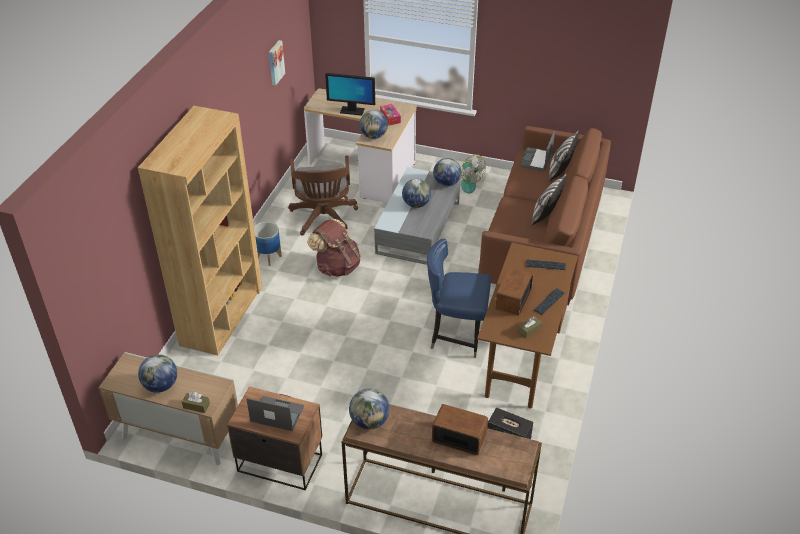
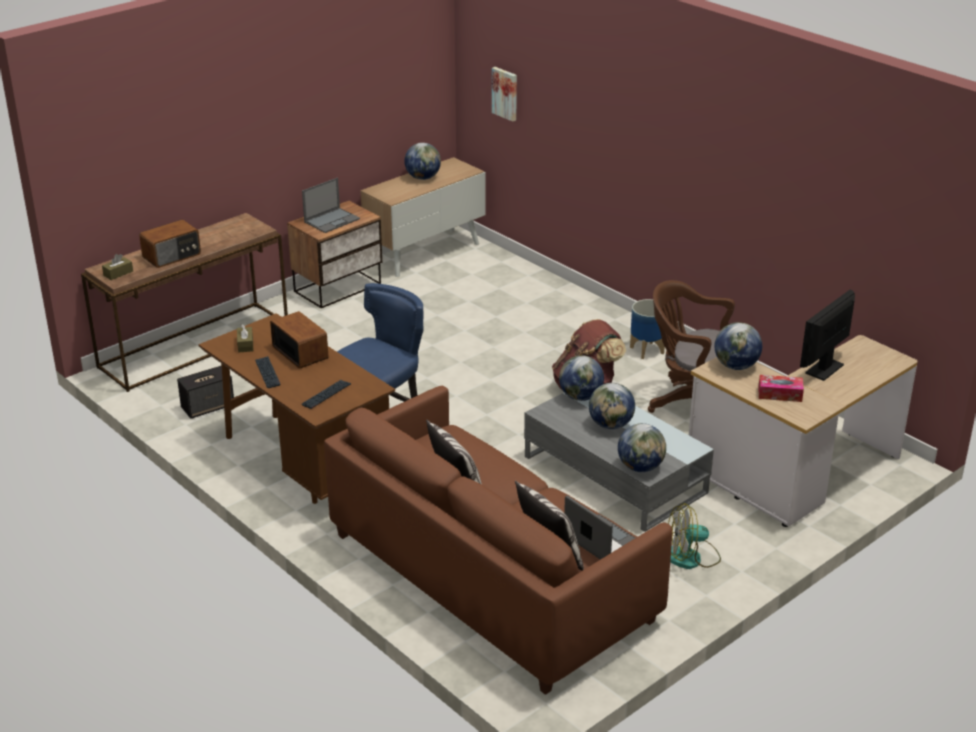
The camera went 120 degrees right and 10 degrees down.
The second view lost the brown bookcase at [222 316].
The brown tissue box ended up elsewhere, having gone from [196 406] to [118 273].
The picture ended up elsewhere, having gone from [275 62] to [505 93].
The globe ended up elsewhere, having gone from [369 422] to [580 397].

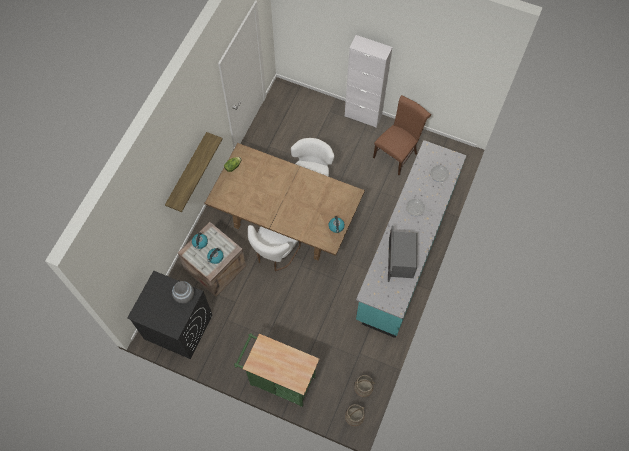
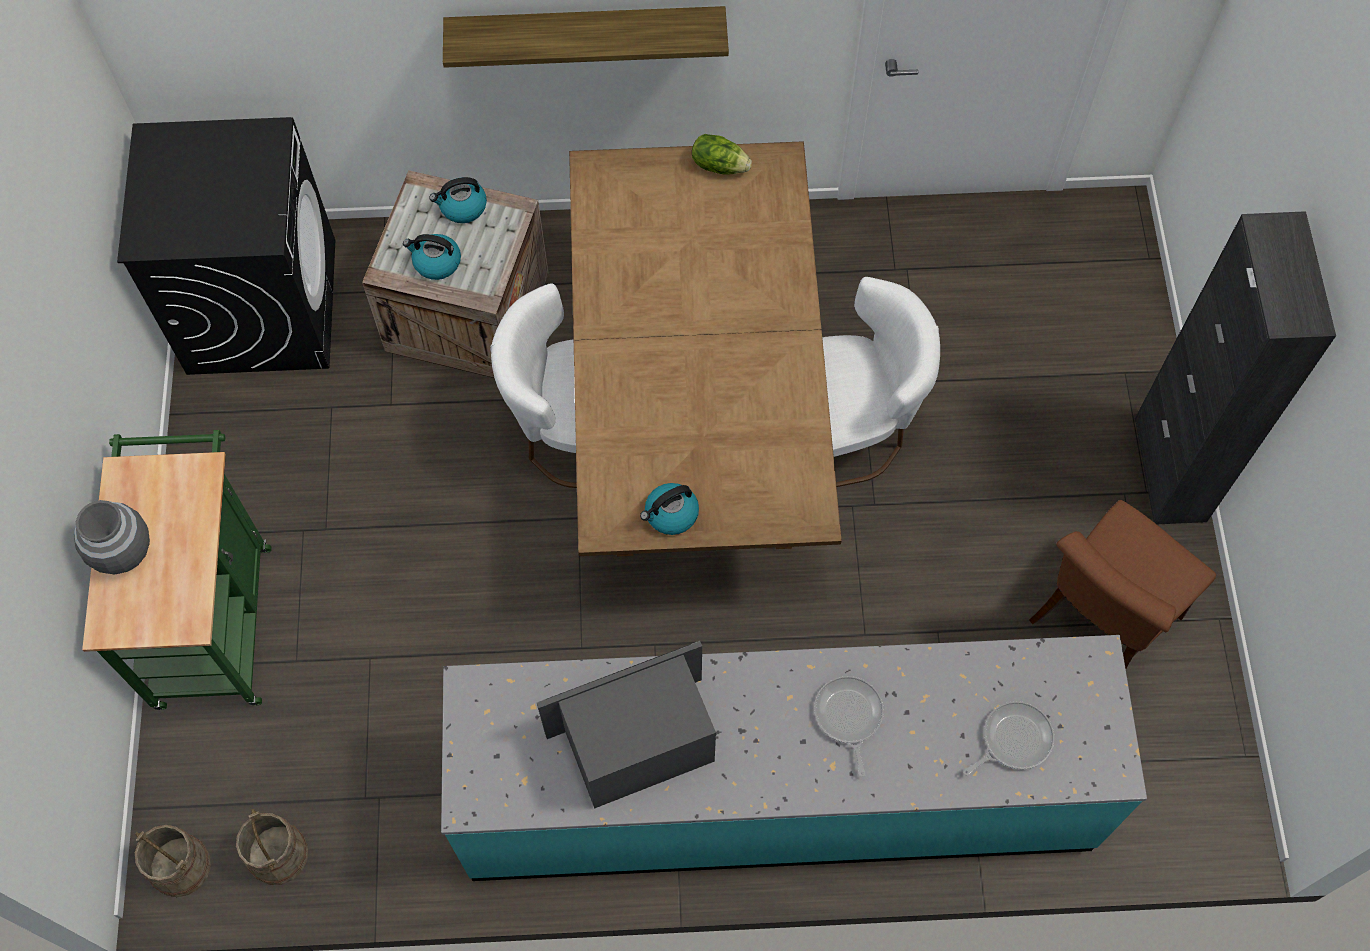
The camera went 65 degrees right and 0 degrees up.
The grey vase ended up elsewhere, having gone from [184 296] to [123 552].
What was the white cabinet at [363 116] turned into the black cabinet at [1170 469].
The brown chair at [397 154] ended up facing another way, 120 degrees clockwise from before.

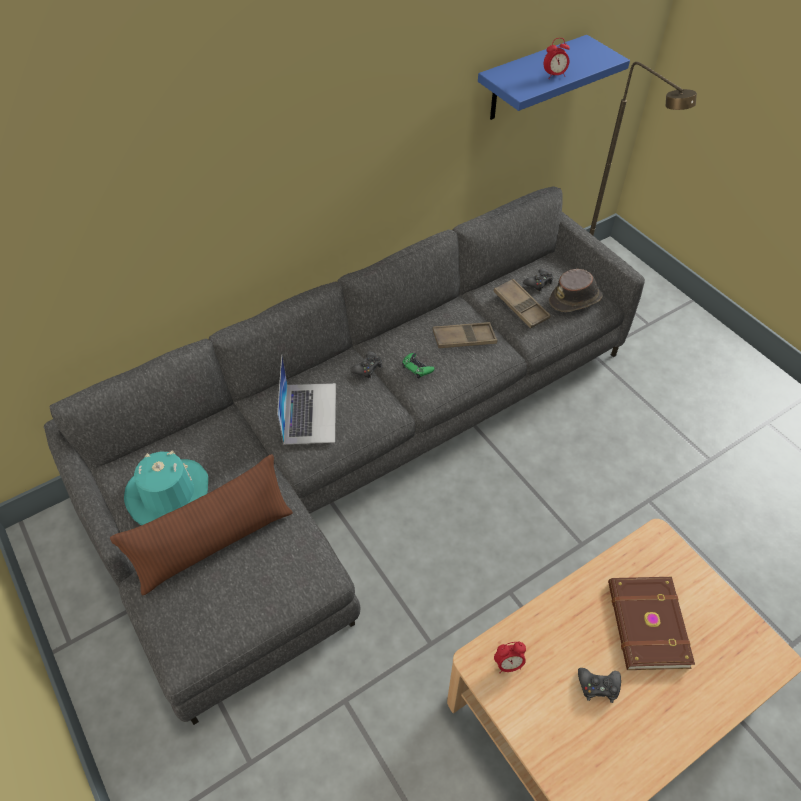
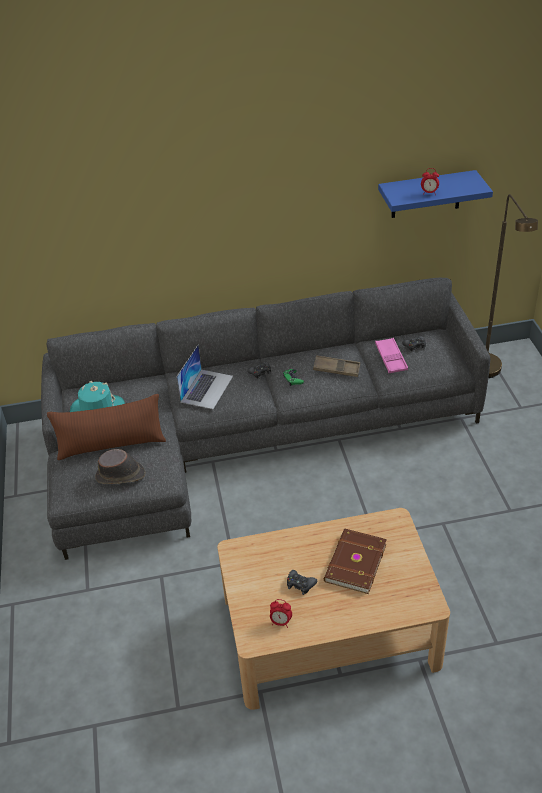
The camera went 25 degrees right and 10 degrees down.
The alarm clock ended up elsewhere, having gone from [508 664] to [281 622].
The brown hat ended up elsewhere, having gone from [576 299] to [121 475].
What was the brown tray at [521 307] turned into the pink tray at [391 358].

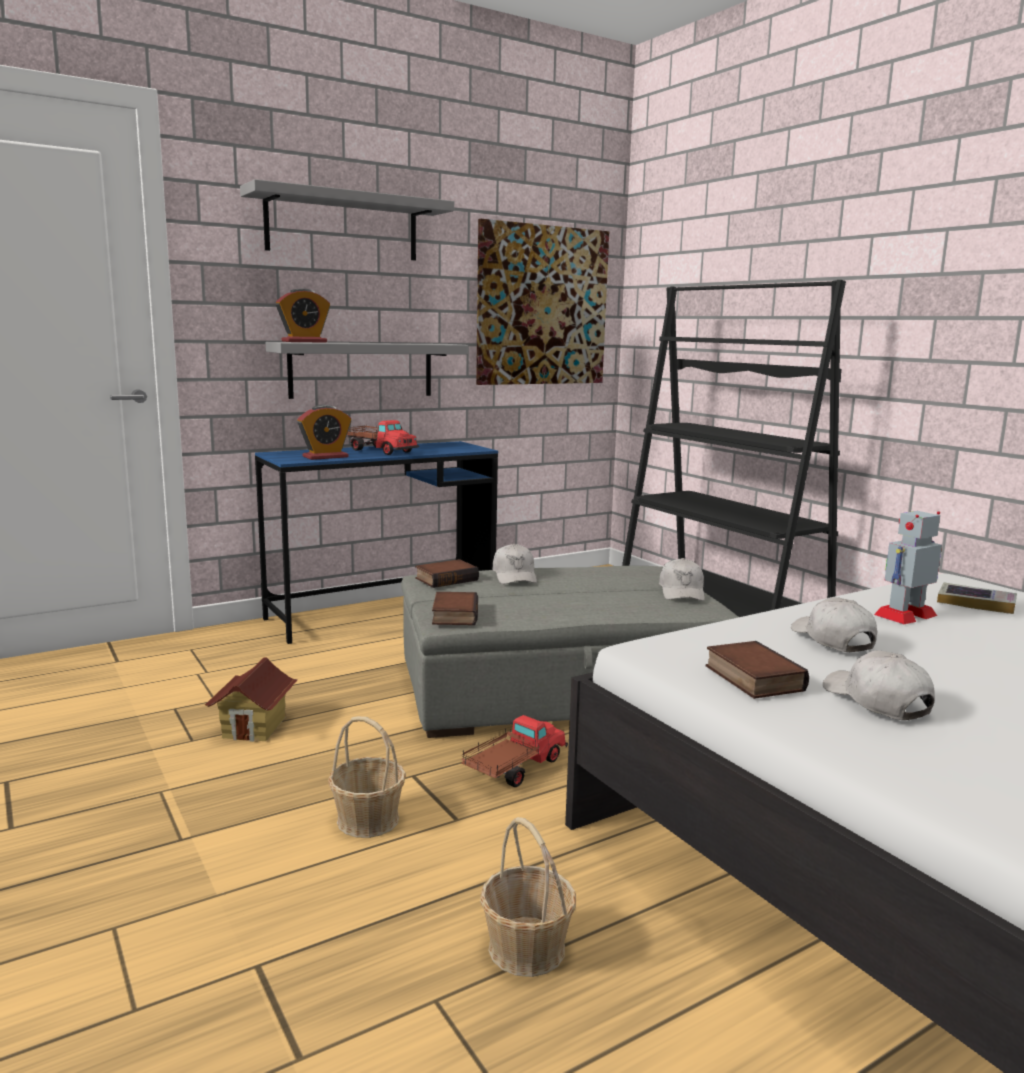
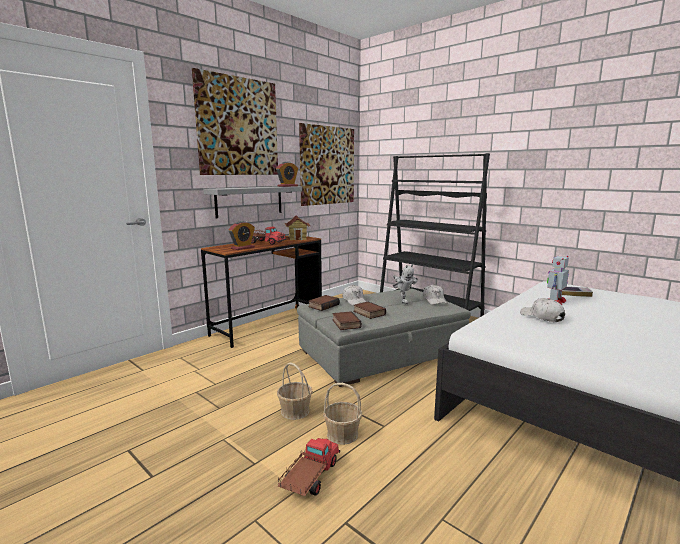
The camera went 15 degrees left and 0 degrees up.
The second view lost the white cap at [876 701].
The second view gained the toy robot at [403 301].
The toy house ended up elsewhere, having gone from [255 728] to [297 238].
The alarm clock ended up elsewhere, having gone from [304 342] to [287 186].
The toy truck ended up elsewhere, having gone from [514 768] to [310 477].
The basket ended up elsewhere, having gone from [526 949] to [295 411].
The book ended up elsewhere, having gone from [751 678] to [368 313].
Where the grey shelf hung at [342 226], the picture came to hang at [238 127].
What was the blue desk at [382 613] turned into the brown desk at [268 325].

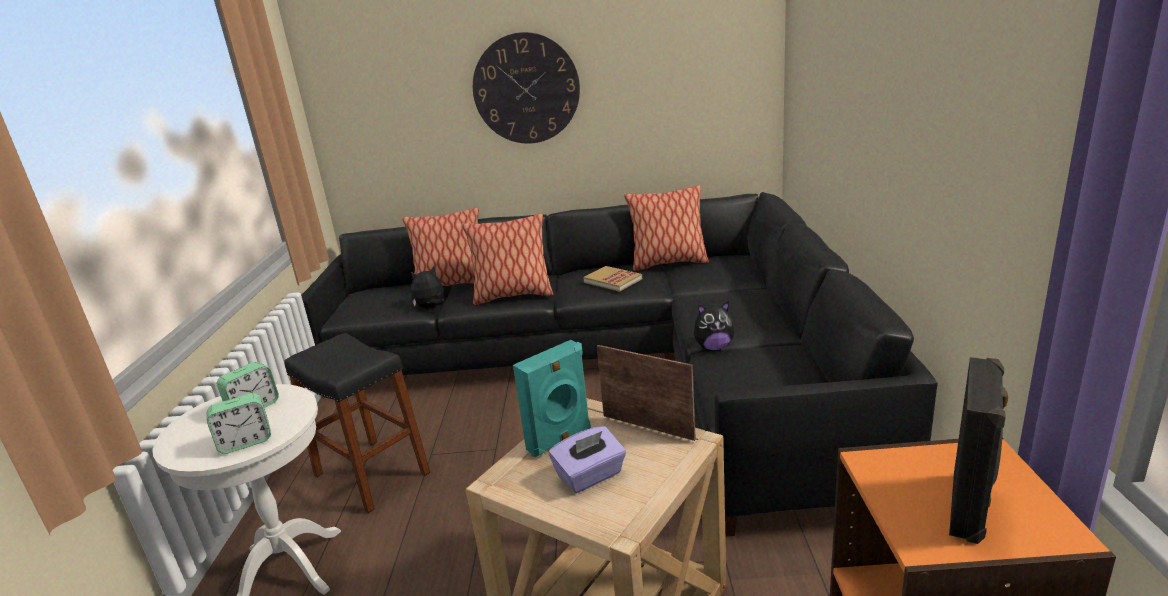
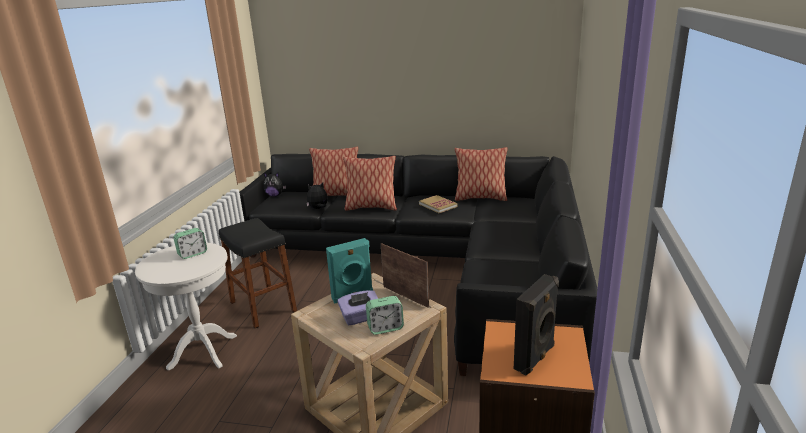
The camera went 10 degrees right and 0 degrees up.
The second view lost the wall clock at [526 89].
The alarm clock ended up elsewhere, having gone from [245 442] to [385 328].
The plush toy ended up elsewhere, having gone from [713 347] to [275 195].

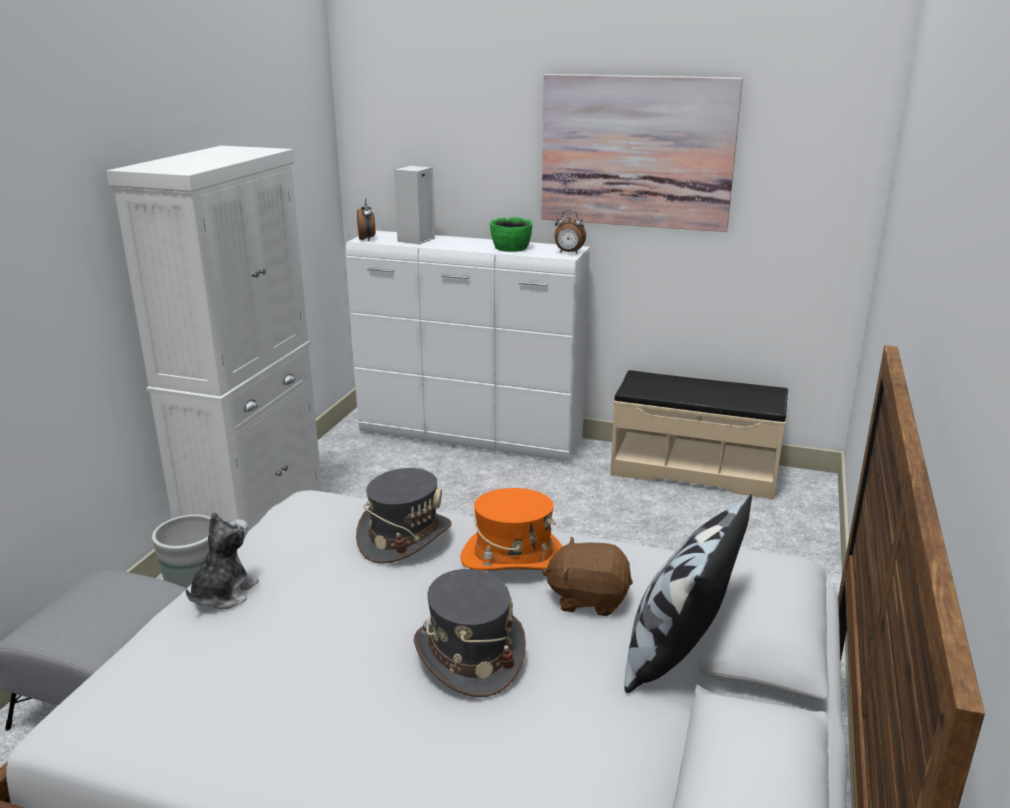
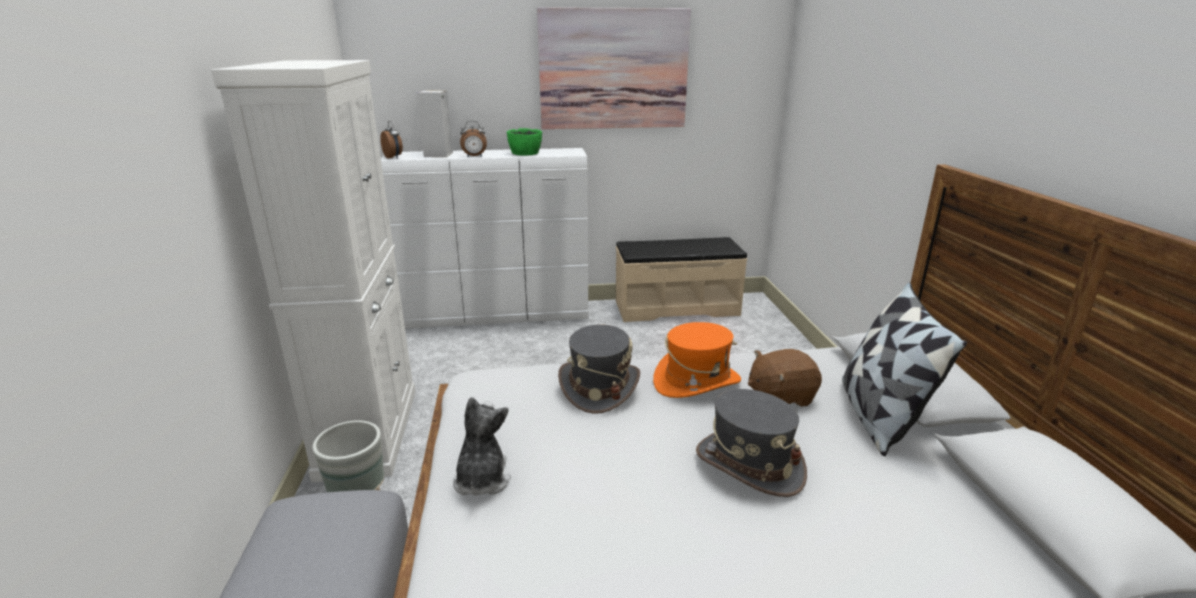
The camera went 25 degrees left and 0 degrees up.
The alarm clock ended up elsewhere, having gone from [568 253] to [474 156].

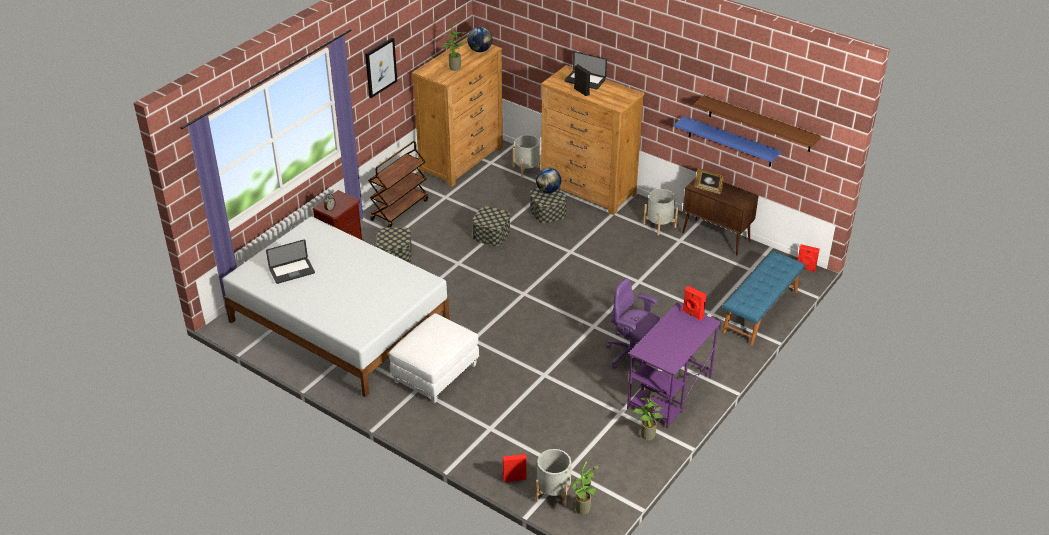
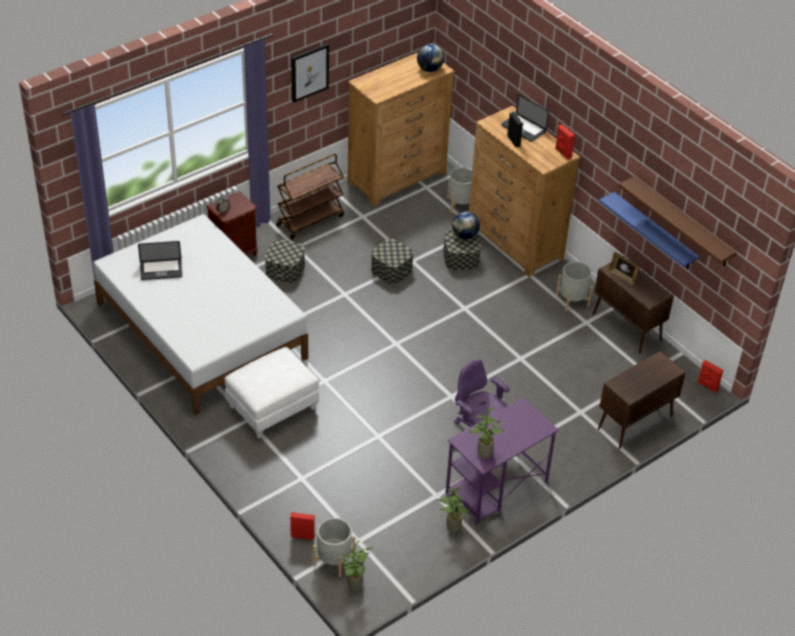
The camera went 15 degrees right and 5 degrees up.
The potted plant ended up elsewhere, having gone from [454 69] to [483 453].
The red speaker ended up elsewhere, having gone from [692 315] to [562 153].
Where the blue bench stood at [761 312], the brown cabinet came to stand at [634 423].

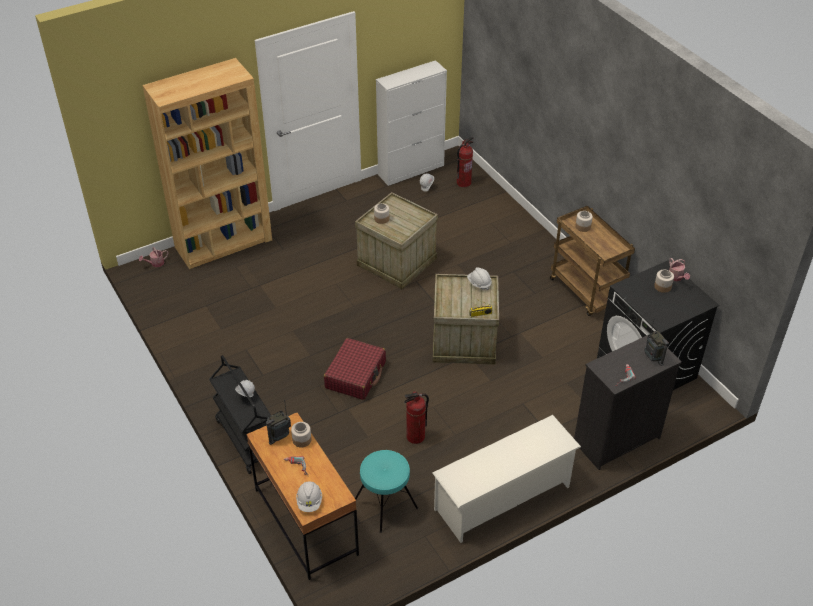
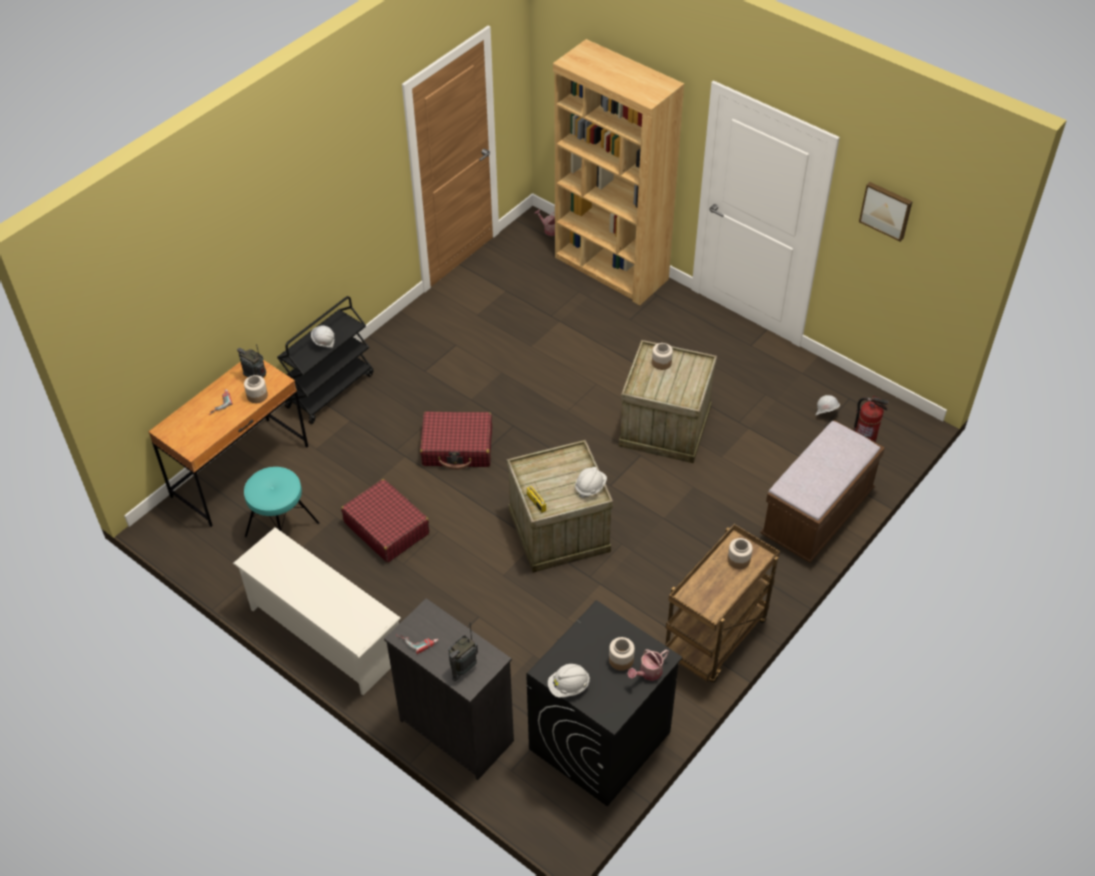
The camera went 70 degrees right and 5 degrees up.
The second view lost the white cabinet at [411 170].
The second view gained the brown bench at [817 515].
The second view gained the picture at [886 210].
The white hard hat ended up elsewhere, having gone from [309 501] to [568 686].
Where the fire extinguisher stood at [415 436], the red suitcase came to stand at [386 528].

